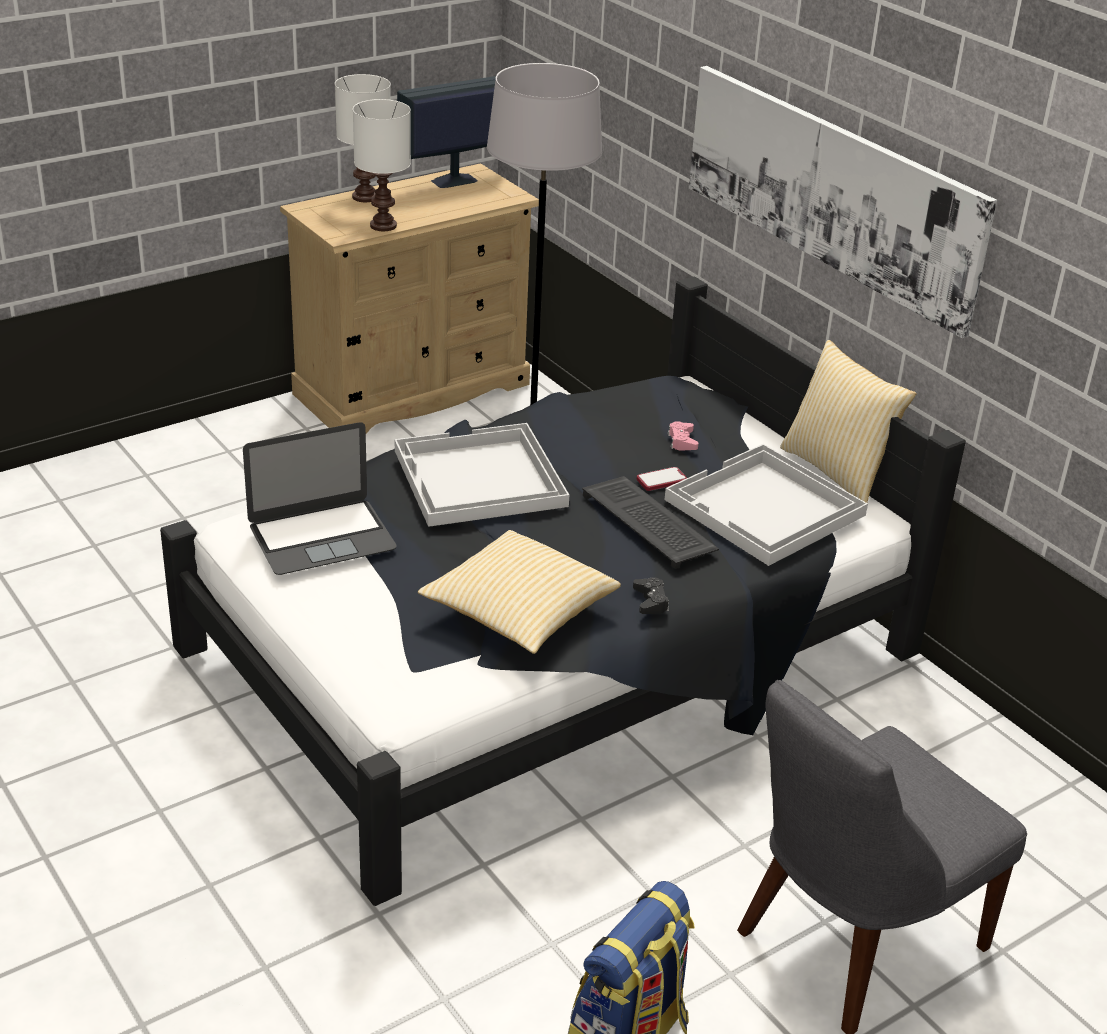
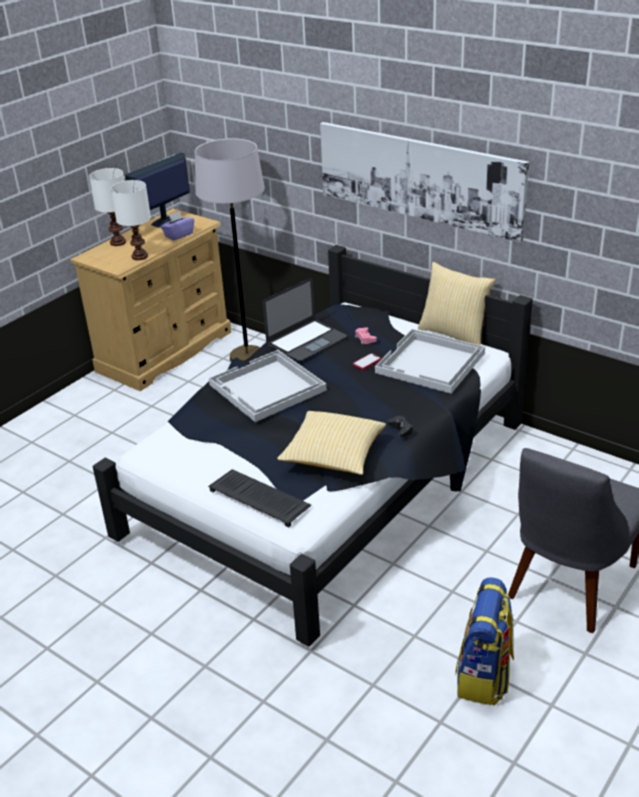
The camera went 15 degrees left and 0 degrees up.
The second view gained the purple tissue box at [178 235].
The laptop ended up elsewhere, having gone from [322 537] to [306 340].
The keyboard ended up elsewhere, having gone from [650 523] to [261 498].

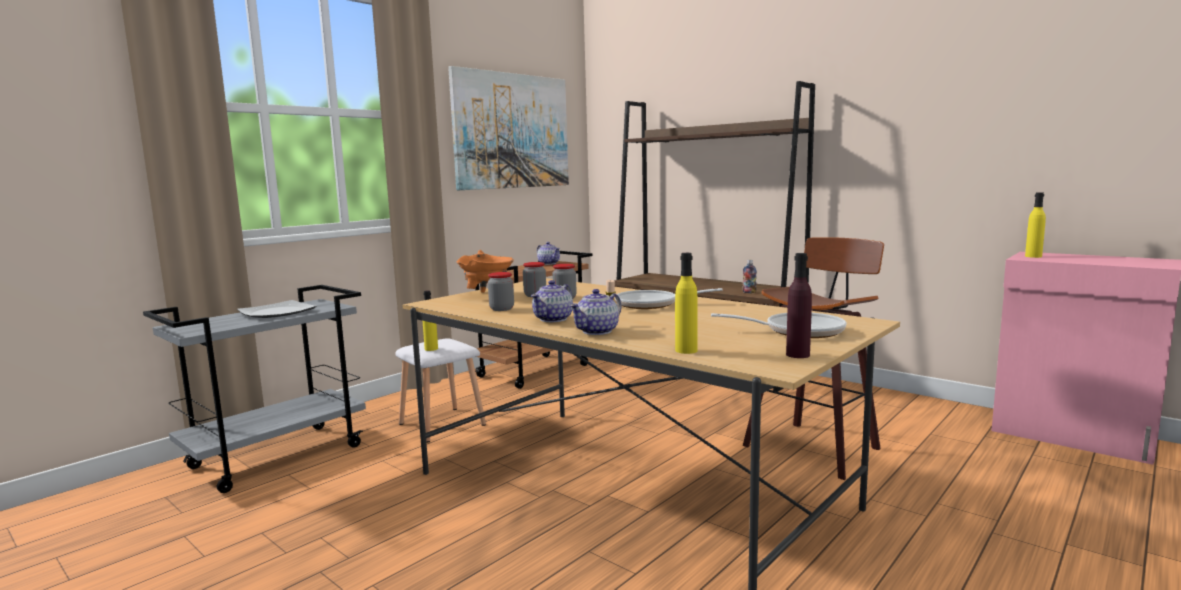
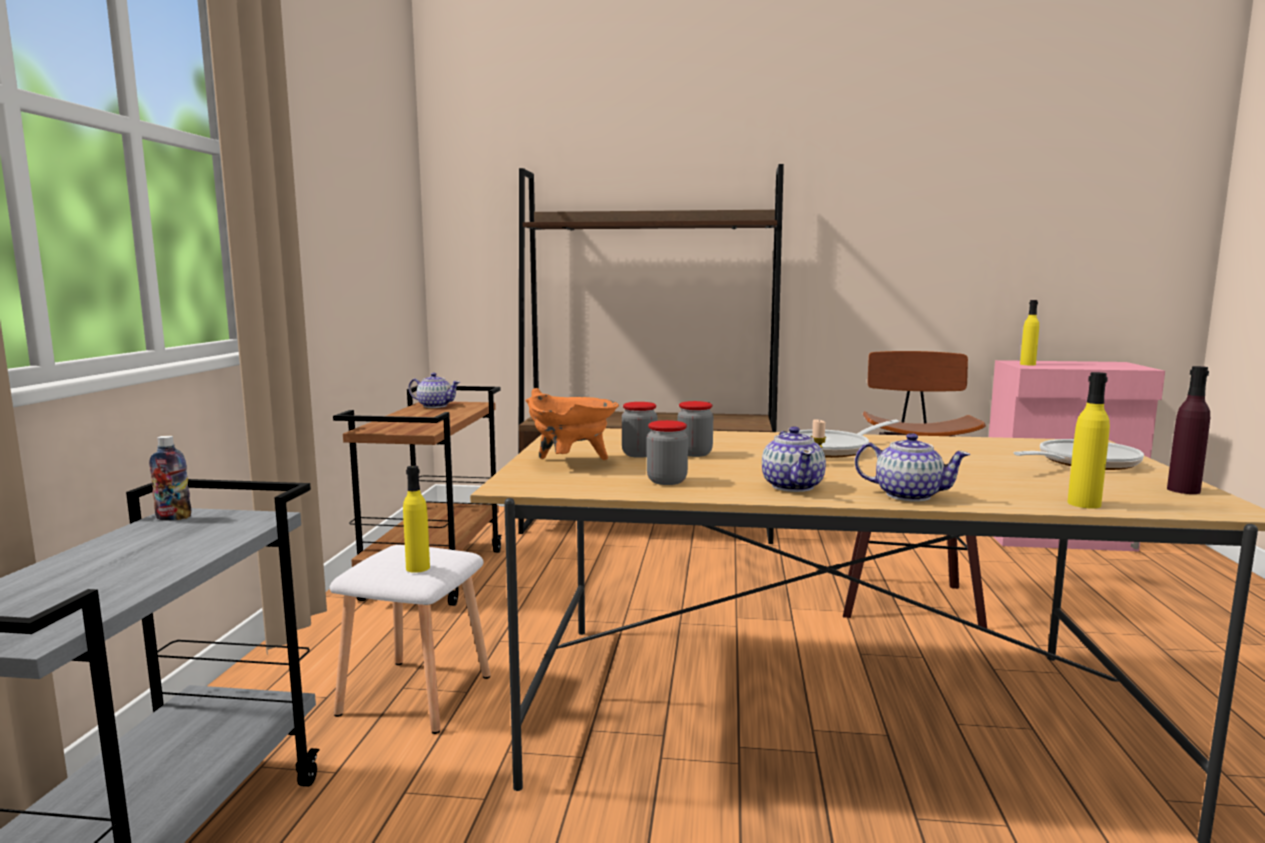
The camera went 35 degrees left and 0 degrees up.
The second view lost the plate at [276 312].
The second view lost the picture at [512 131].
The bottle ended up elsewhere, having gone from [749 292] to [173 517].
The teapot at [597 331] ended up facing another way, 75 degrees counterclockwise from before.

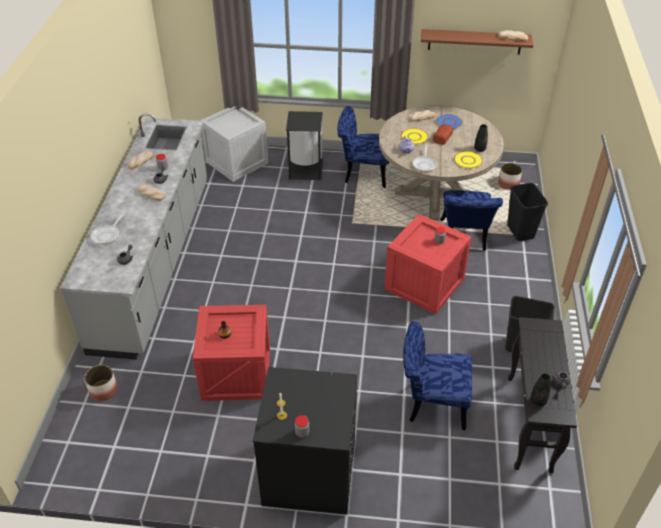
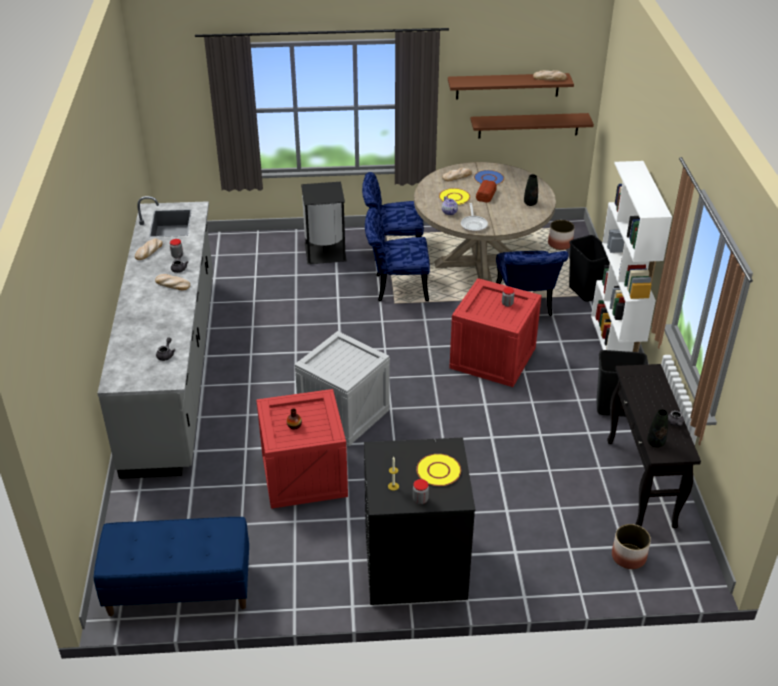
The camera went 10 degrees left and 5 degrees down.
The second view lost the frying pan at [107 235].
The second view gained the blue bench at [179 589].
The second view gained the brown shelf at [528 125].
The second view gained the white bookcase at [615 346].
The planter ended up elsewhere, having gone from [103 390] to [628 556].
The crate ended up elsewhere, having gone from [237 162] to [344 413].
The blue chair ended up elsewhere, having gone from [431 403] to [396 287].
The yellow plate ended up elsewhere, having gone from [468 160] to [438 470].

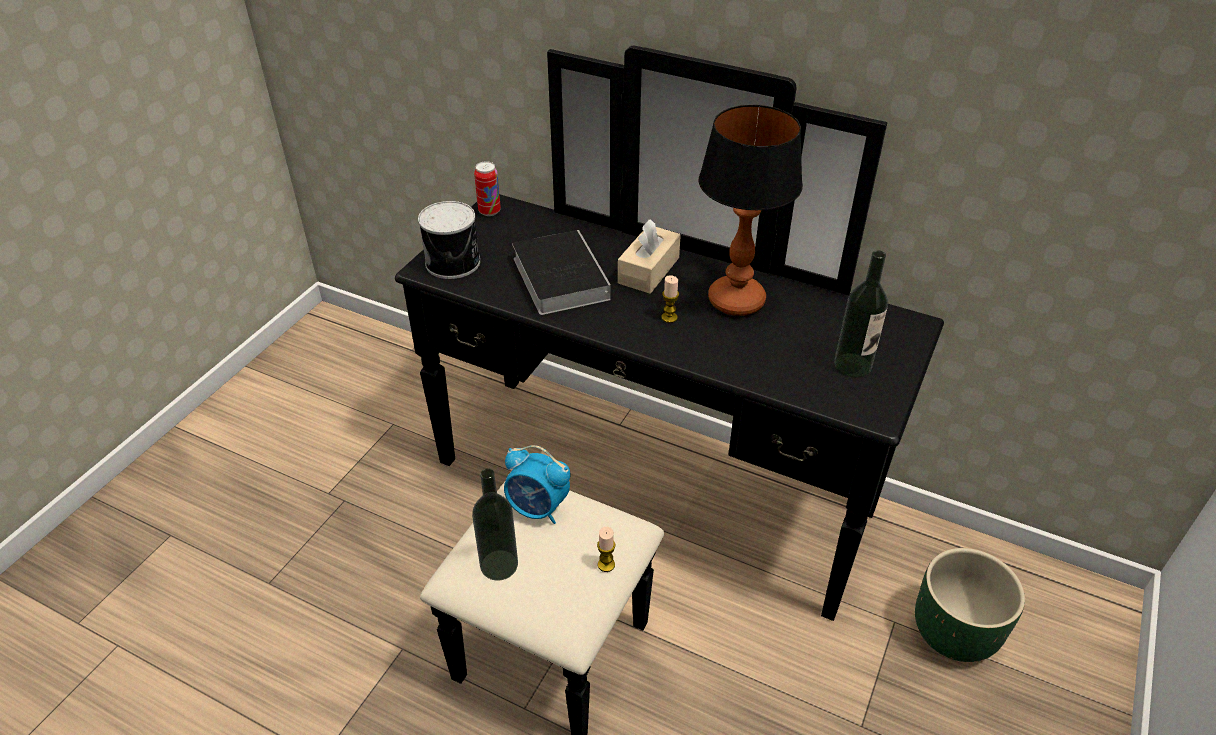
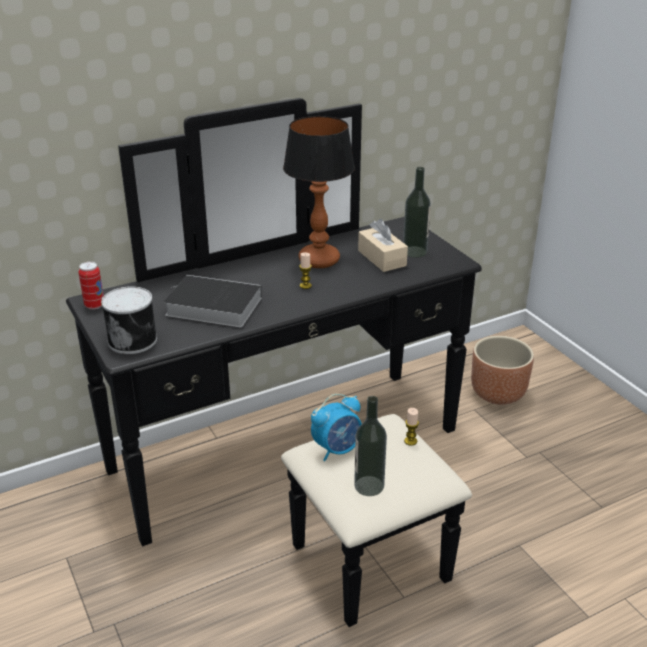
The camera went 55 degrees left and 10 degrees down.
The beige tissue box ended up elsewhere, having gone from [648 270] to [382 258].
What was the green planter at [955 632] turned into the brown planter at [498 393].

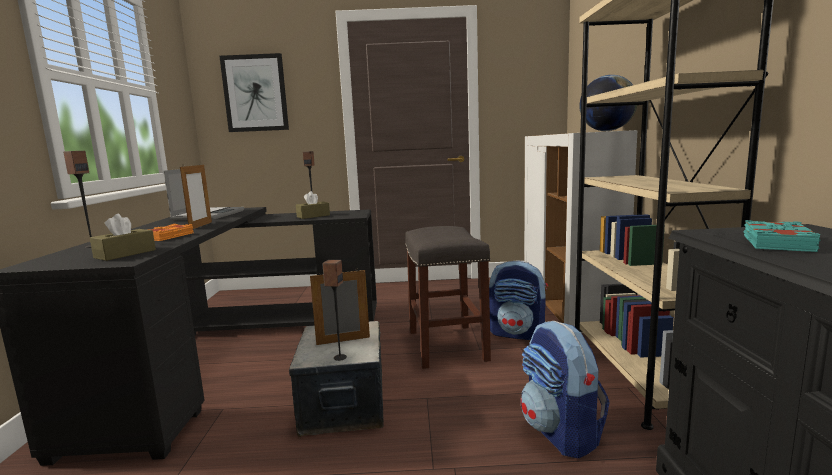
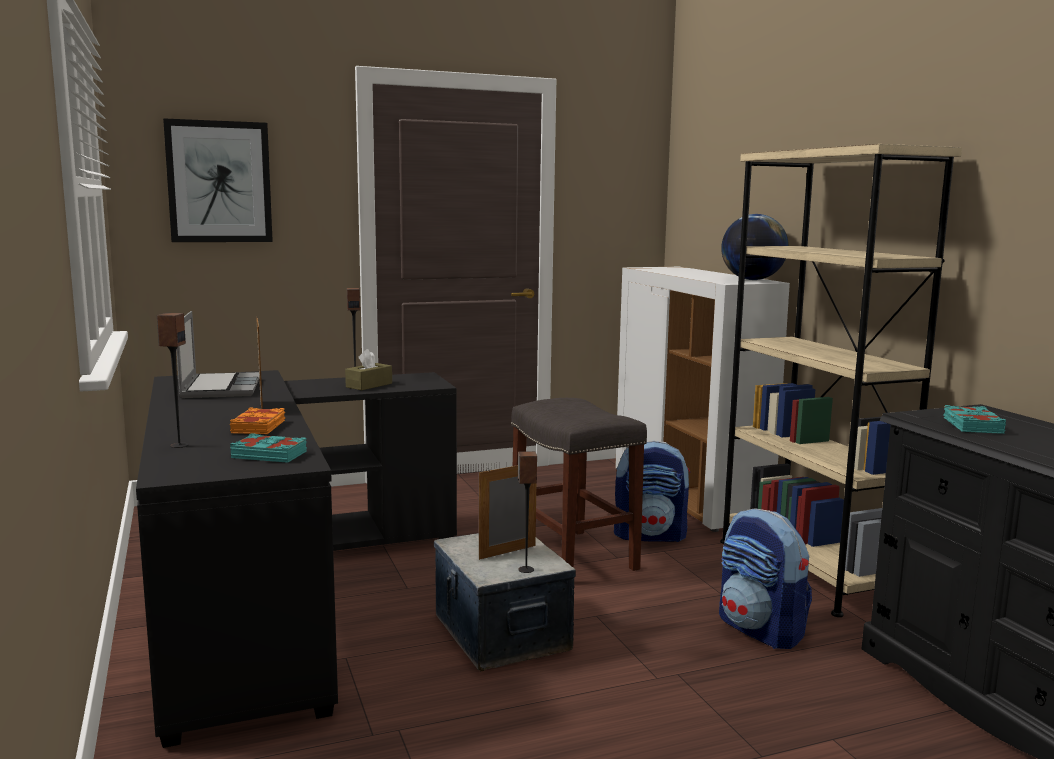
The camera went 20 degrees left and 0 degrees up.
Where the brown tissue box stood at [125 254], the turquoise book came to stand at [269 454].

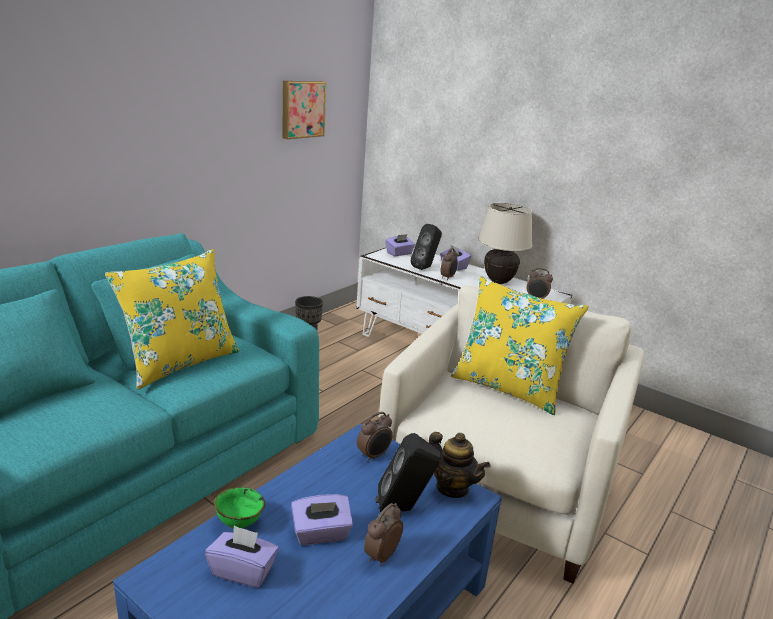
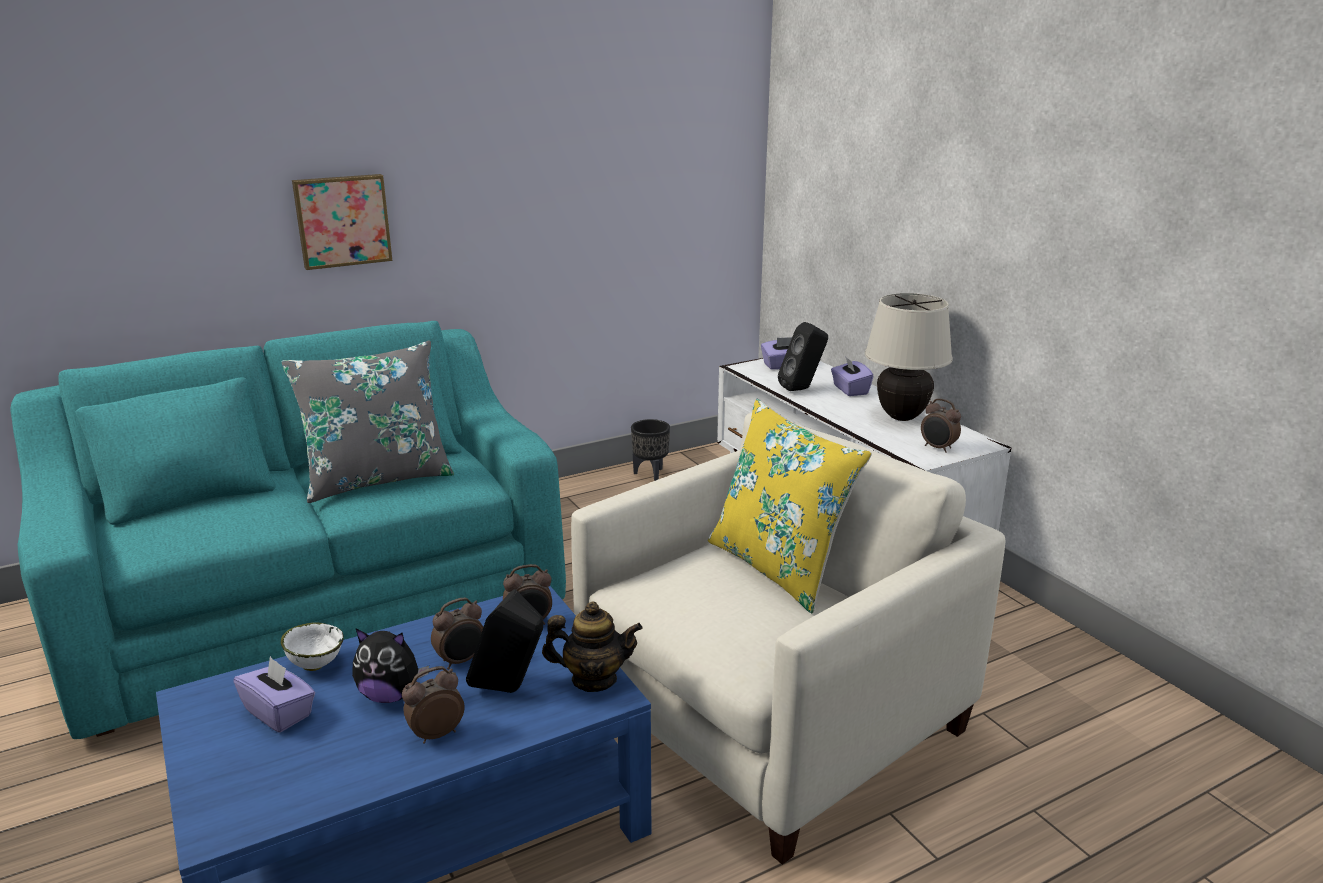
The camera went 25 degrees right and 0 degrees up.
The picture ended up elsewhere, having gone from [302 109] to [342 220].
The alarm clock ended up elsewhere, having gone from [448 278] to [461 661].
Where the purple tissue box stood at [321 534], the plush toy came to stand at [391 695].
What was the yellow pillow at [180 362] turned into the grey pillow at [378 479].
What was the green bowl at [238 523] turned into the white bowl at [315 664].
The teapot at [452 488] ended up facing another way, 60 degrees counterclockwise from before.

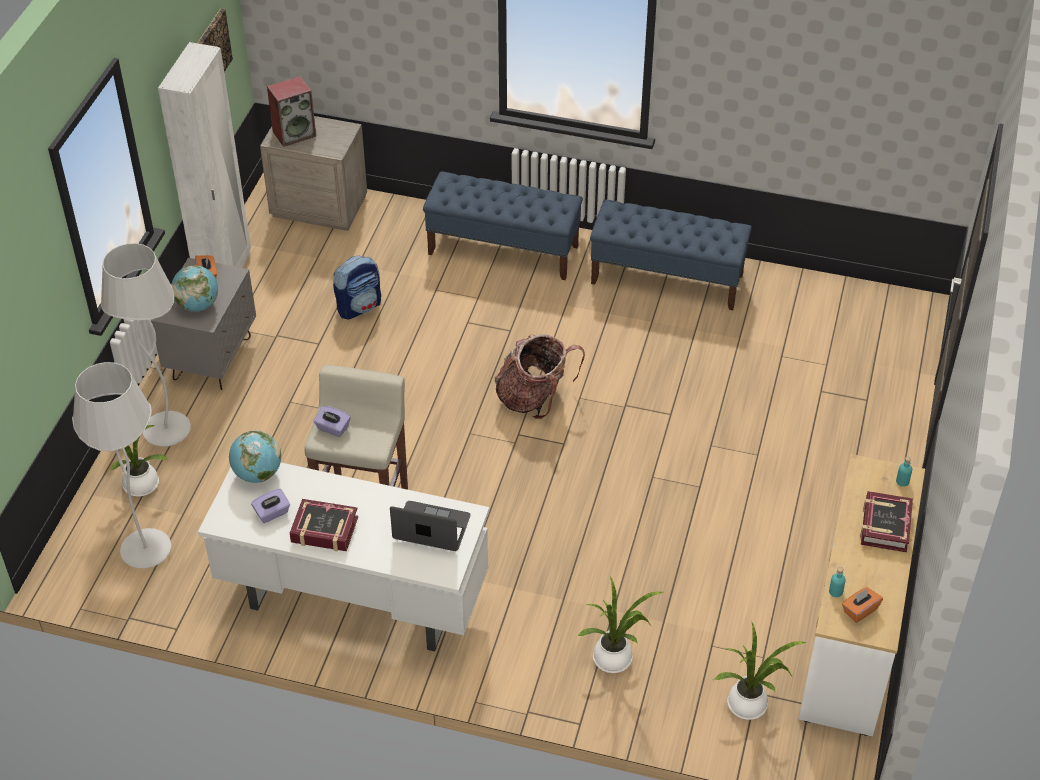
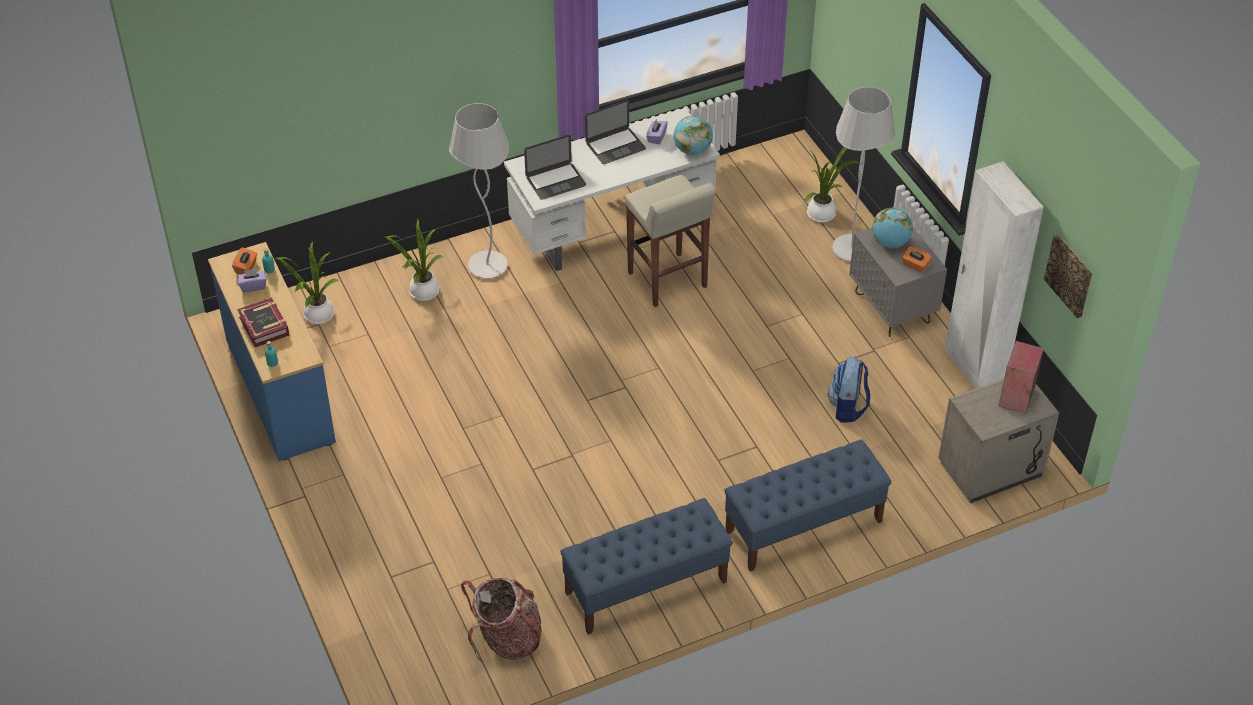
The camera went 140 degrees right and 0 degrees up.
The white floor lamp ended up elsewhere, having gone from [146 551] to [487 266].
The purple tissue box ended up elsewhere, having gone from [332 428] to [253 286].
The backpack ended up elsewhere, having gone from [534 398] to [507 639].
Where the book stood at [324 530], the laptop came to stand at [615 146].
What was the white dresser at [852 637] turned into the blue dresser at [279 391].

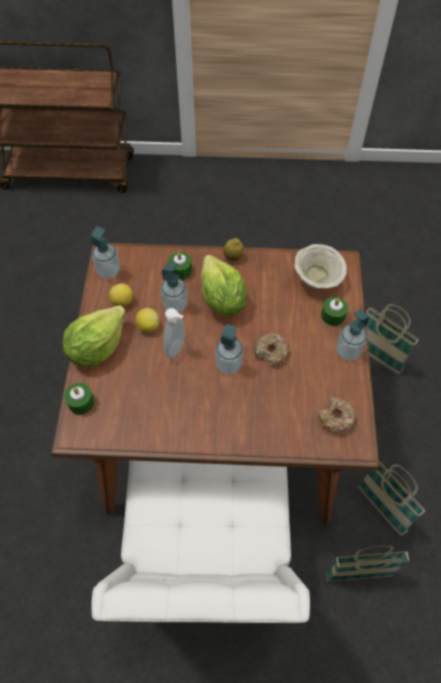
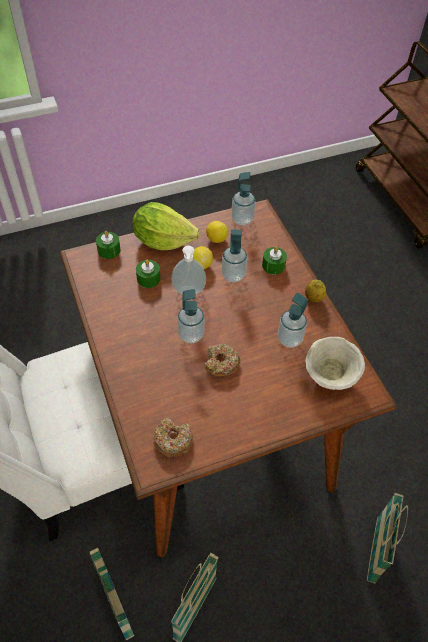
The camera went 65 degrees right and 5 degrees down.
The second view lost the lettuce at [221 300].
The green candle ended up elsewhere, having gone from [333 315] to [148 279].
The soap dispenser ended up elsewhere, having gone from [348 351] to [289 339].

